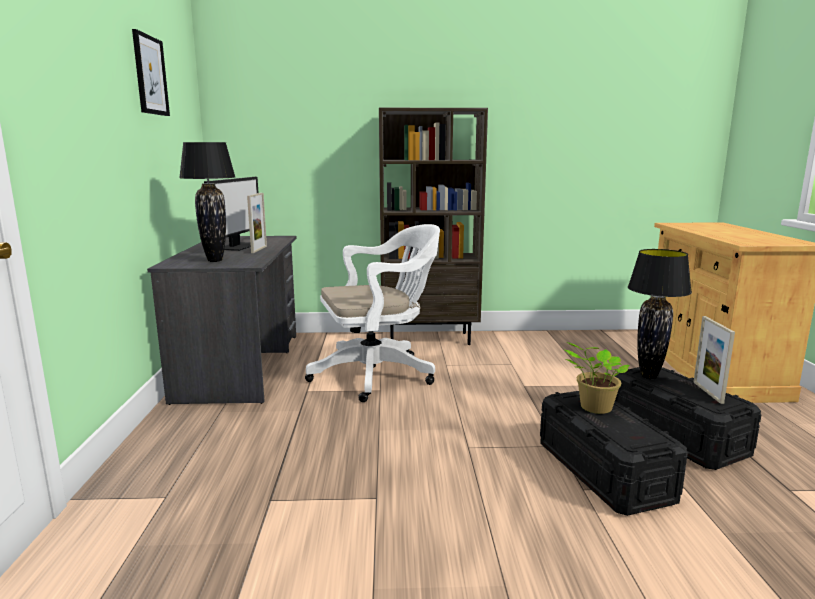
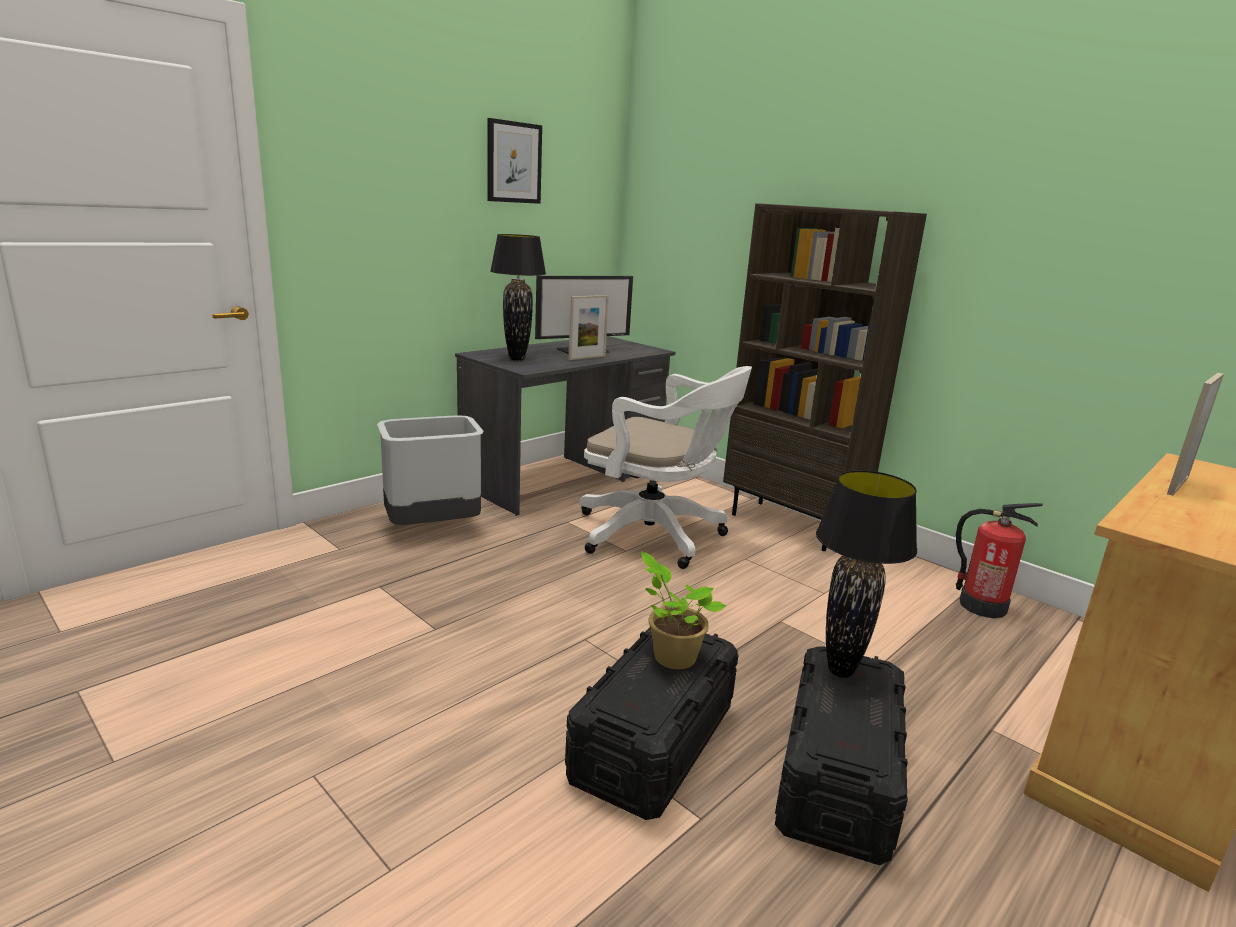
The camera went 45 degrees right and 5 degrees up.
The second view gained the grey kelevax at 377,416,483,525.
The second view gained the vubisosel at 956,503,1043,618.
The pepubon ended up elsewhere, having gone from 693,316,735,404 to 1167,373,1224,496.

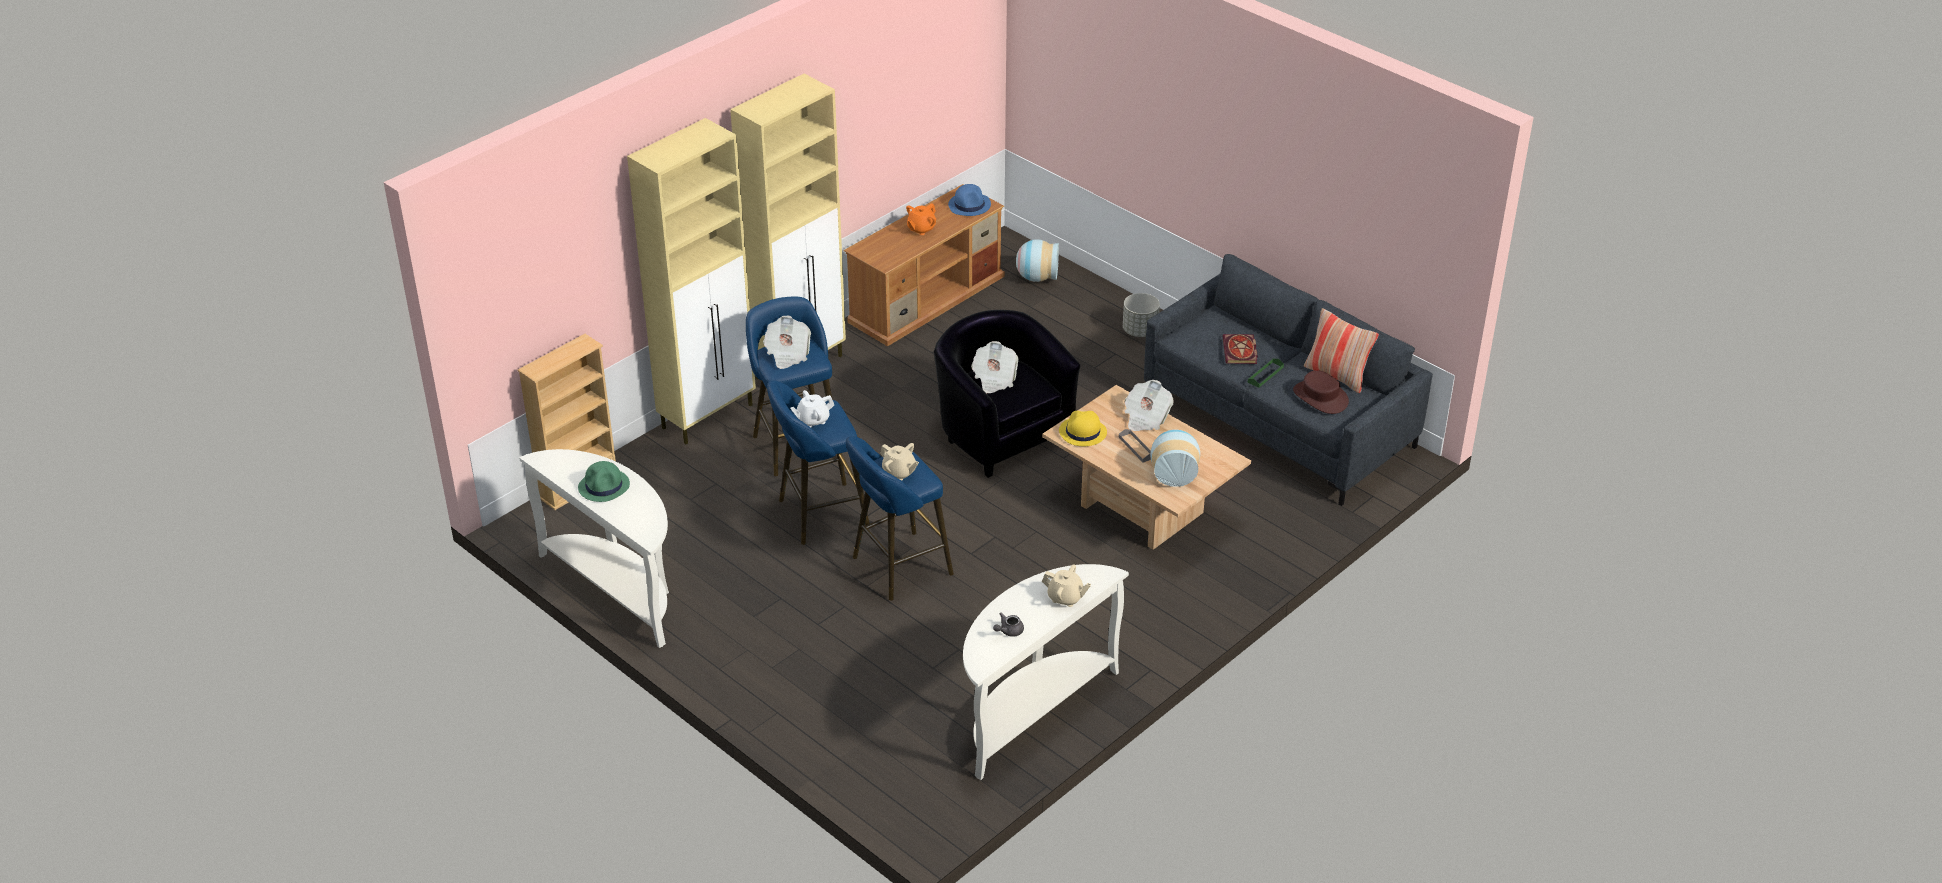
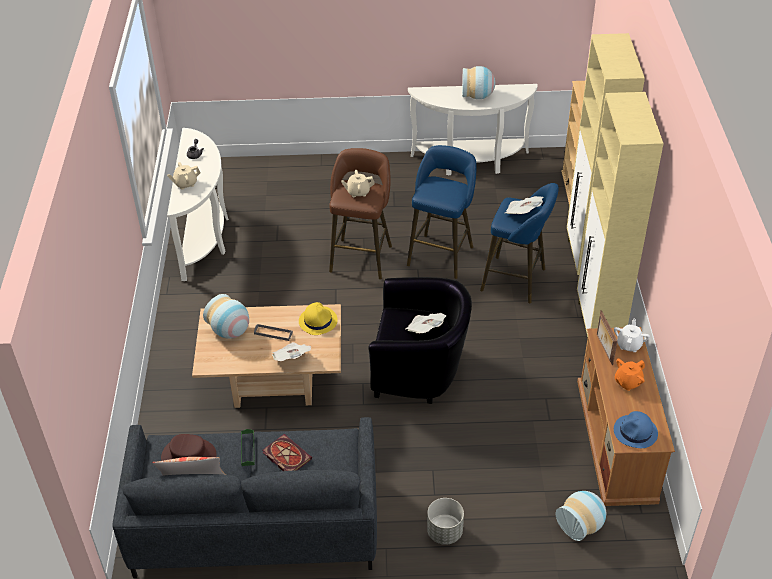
The camera went 135 degrees right and 5 degrees up.
What was the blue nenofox at 846,436,954,600 turned into the brown nenofox at 329,148,392,279.
Where the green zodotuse stood at 578,461,630,502, the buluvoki came to stand at 462,66,495,99.
The second view gained the pepubon at 597,310,618,365.
The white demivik ended up elsewhere, having gone from 790,390,834,427 to 614,318,650,352.
The orange demivik at 906,203,936,235 ended up facing another way, 120 degrees counterclockwise from before.

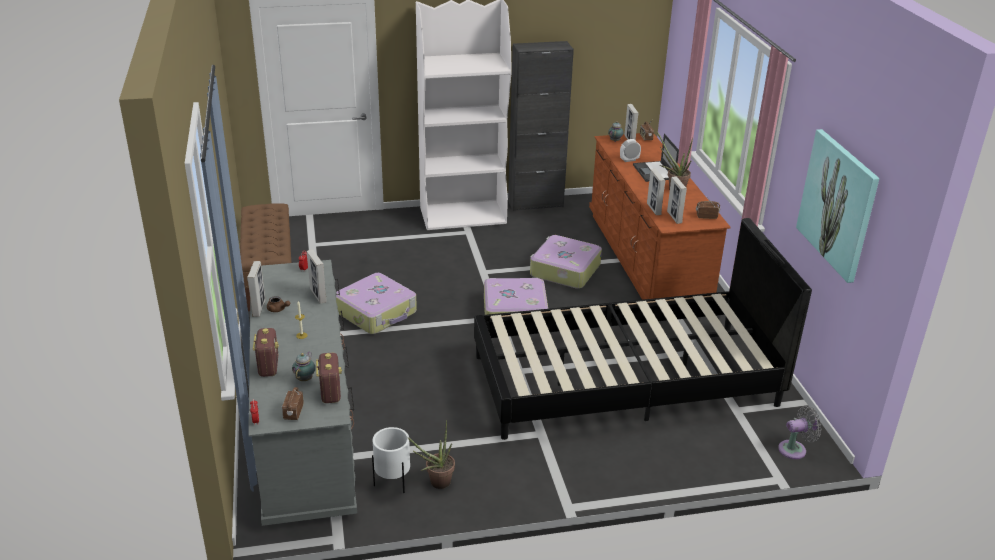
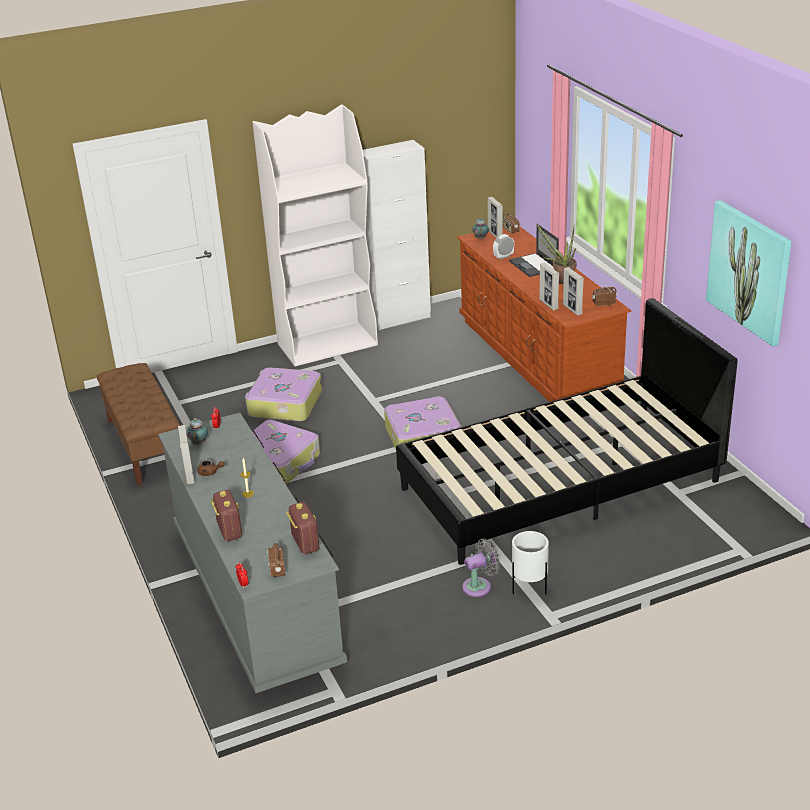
The camera went 10 degrees left and 0 degrees up.
The demivik ended up elsewhere, having gone from 292,352,315,381 to 187,417,208,445.
The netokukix ended up elsewhere, having gone from 530,235,602,289 to 245,367,322,422.
What was the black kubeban at 508,41,574,211 turned into the white kubeban at 363,140,431,331.
The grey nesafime ended up elsewhere, having gone from 778,406,822,459 to 462,539,500,597.
The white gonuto ended up elsewhere, having gone from 372,427,410,493 to 512,531,549,595.
The second view lost the pepubon at 307,249,327,304.
The second view lost the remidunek at 408,419,455,489.

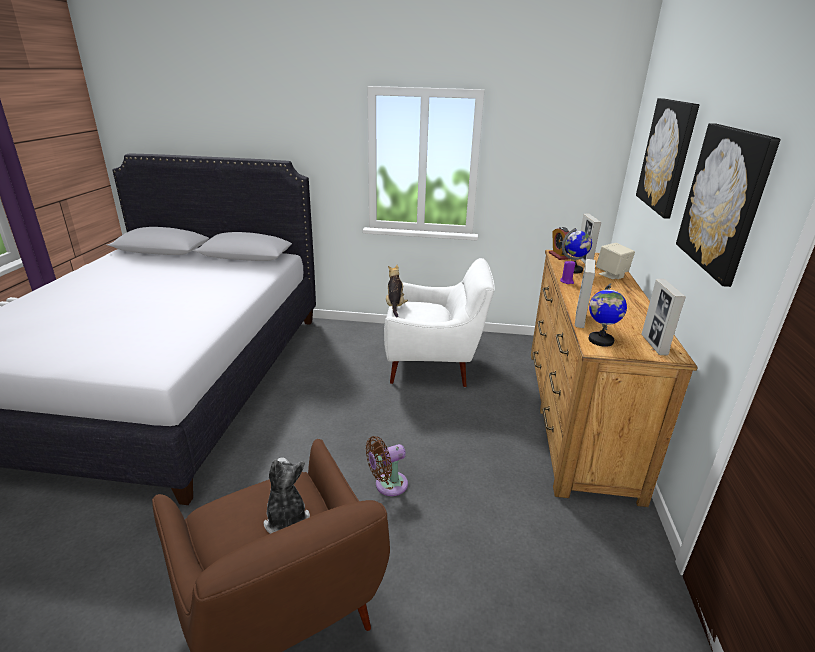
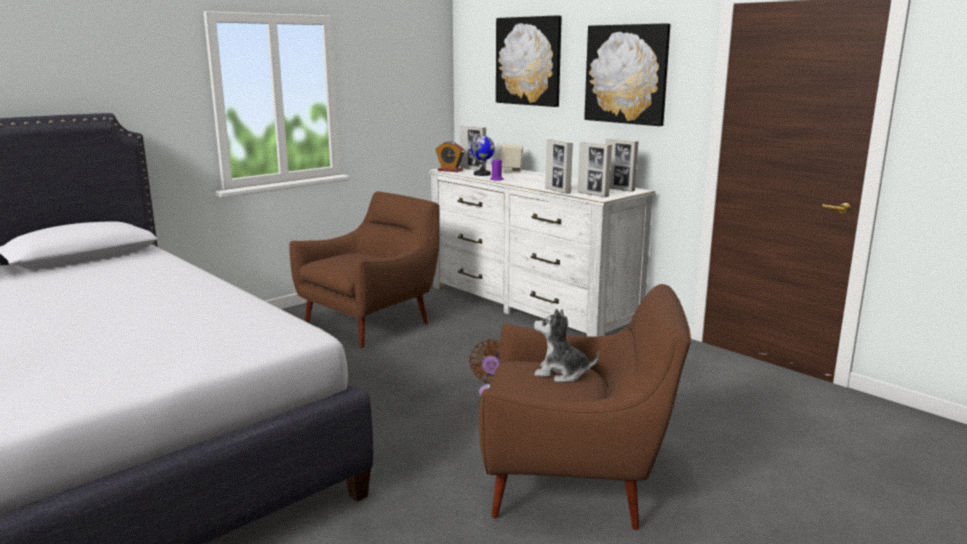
The camera went 50 degrees left and 10 degrees down.
What was the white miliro at 384,258,495,387 turned into the brown miliro at 289,192,440,348.
What was the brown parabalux at 531,250,698,507 turned into the white parabalux at 429,164,655,336.
Where the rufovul stood at 588,284,627,347, the pepubon came to stand at 578,142,612,197.
The second view lost the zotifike at 386,265,408,318.

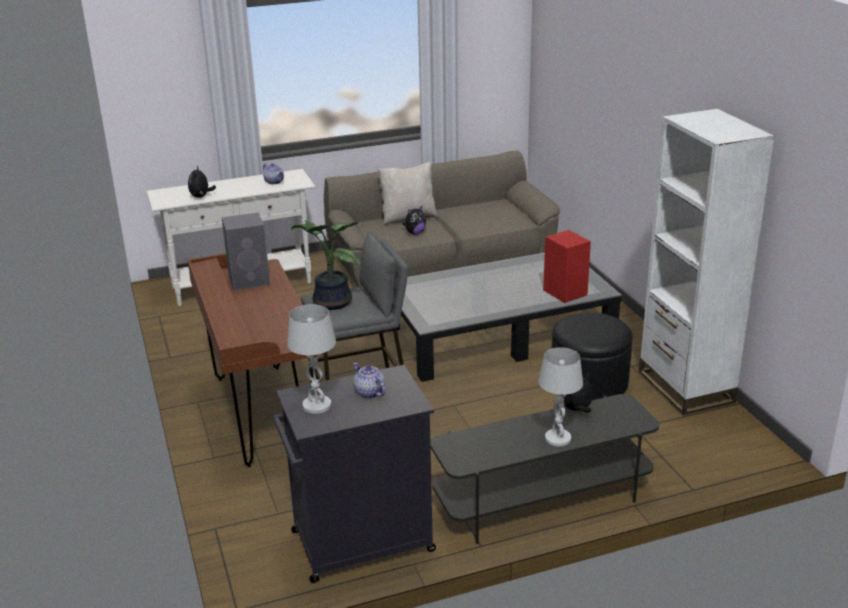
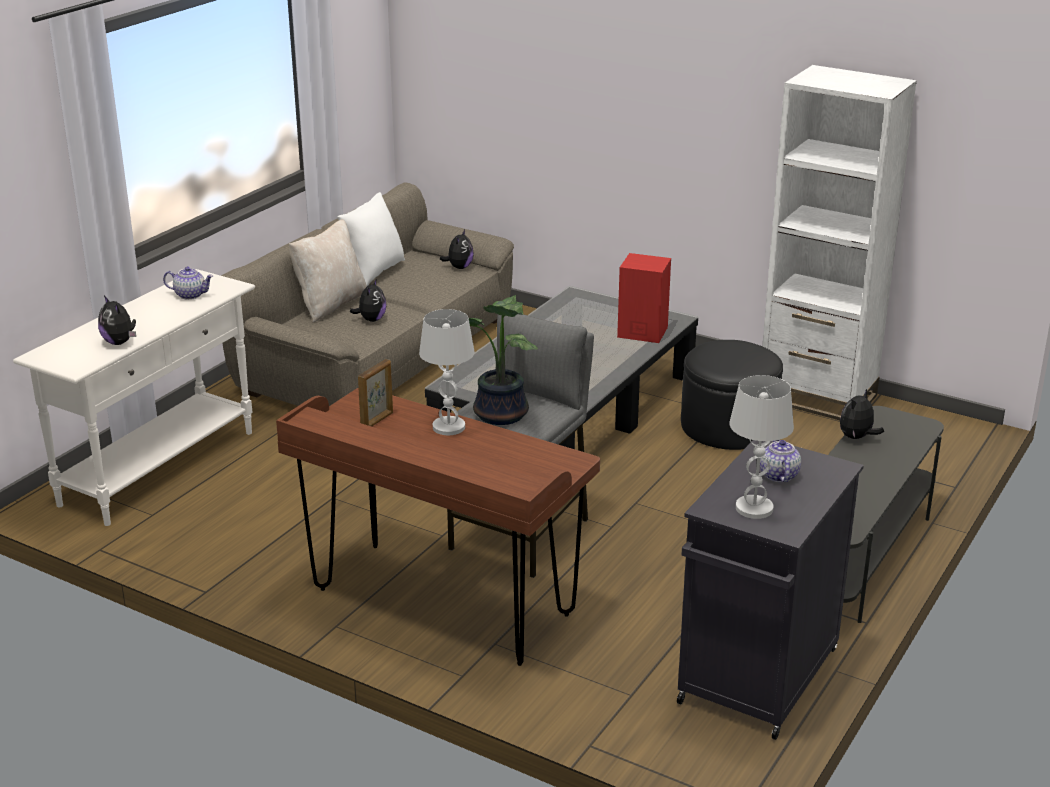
The camera went 40 degrees left and 0 degrees up.
The second view gained the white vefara at 337,192,405,286.
Where the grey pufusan stood at 222,212,270,290, the pepubon came to stand at 358,359,393,427.
The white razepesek ended up elsewhere, having gone from 538,347,583,446 to 419,309,475,435.
The second view gained the zotifike at 440,230,474,269.
The demivik at 353,363,386,399 ended up facing another way, 75 degrees clockwise from before.

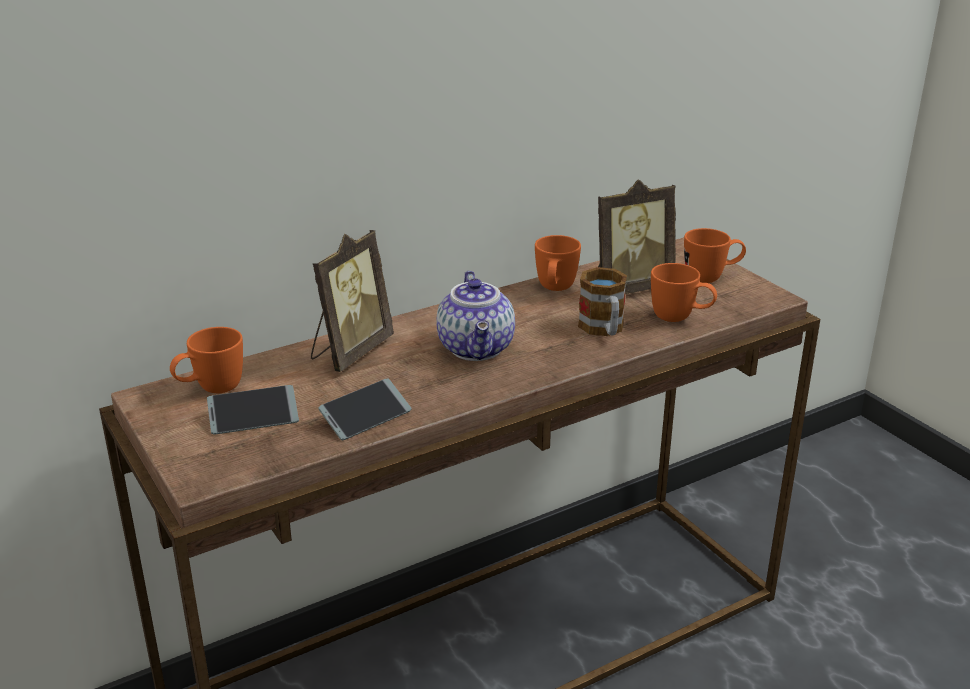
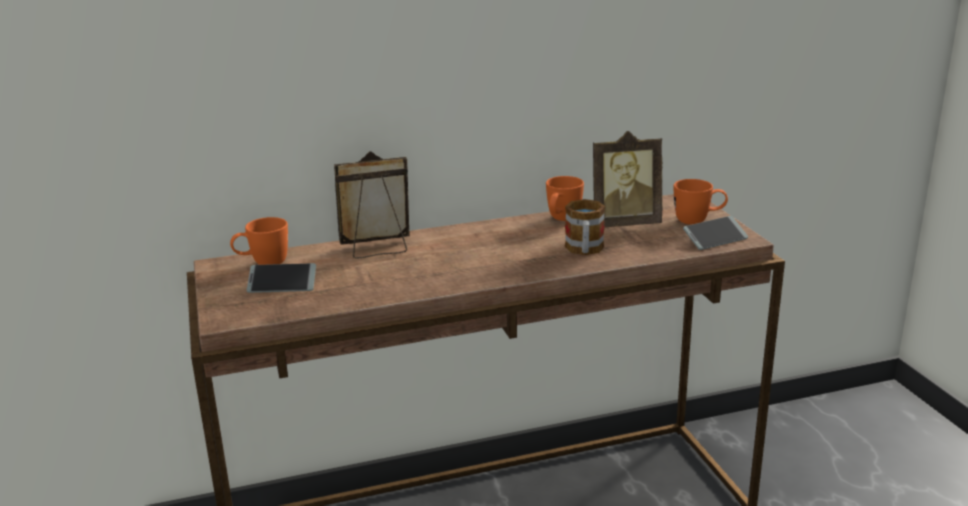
The camera went 15 degrees right and 5 degrees down.
The pepubon at 311,230,394,372 ended up facing another way, 150 degrees counterclockwise from before.
The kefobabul ended up elsewhere, having gone from 318,379,412,440 to 683,216,748,250.
The second view lost the demivik at 436,271,515,361.
The second view lost the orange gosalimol at 651,263,717,322.

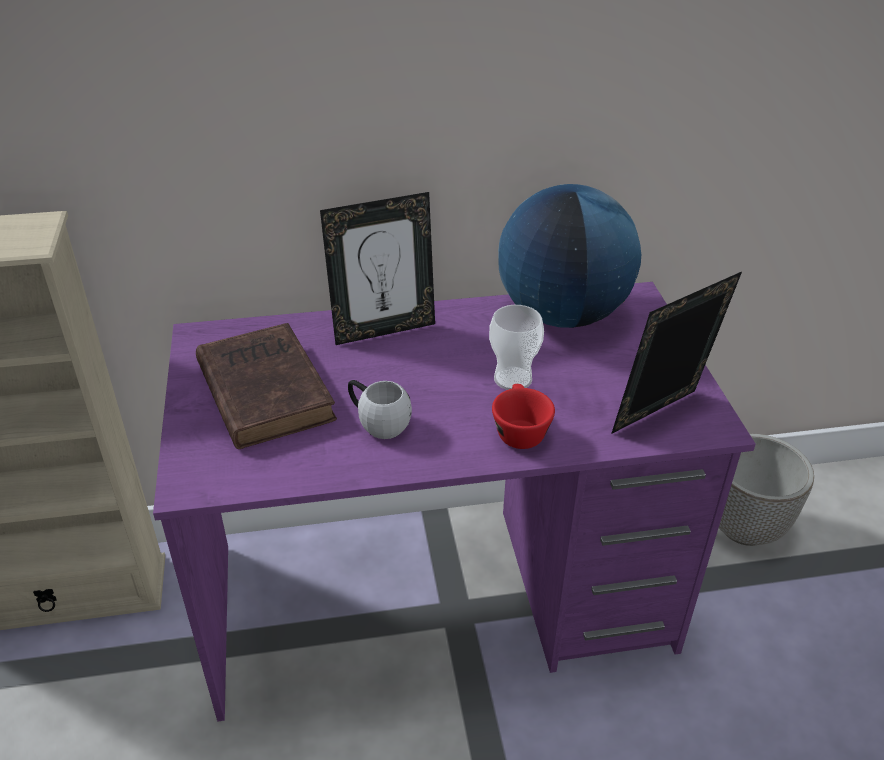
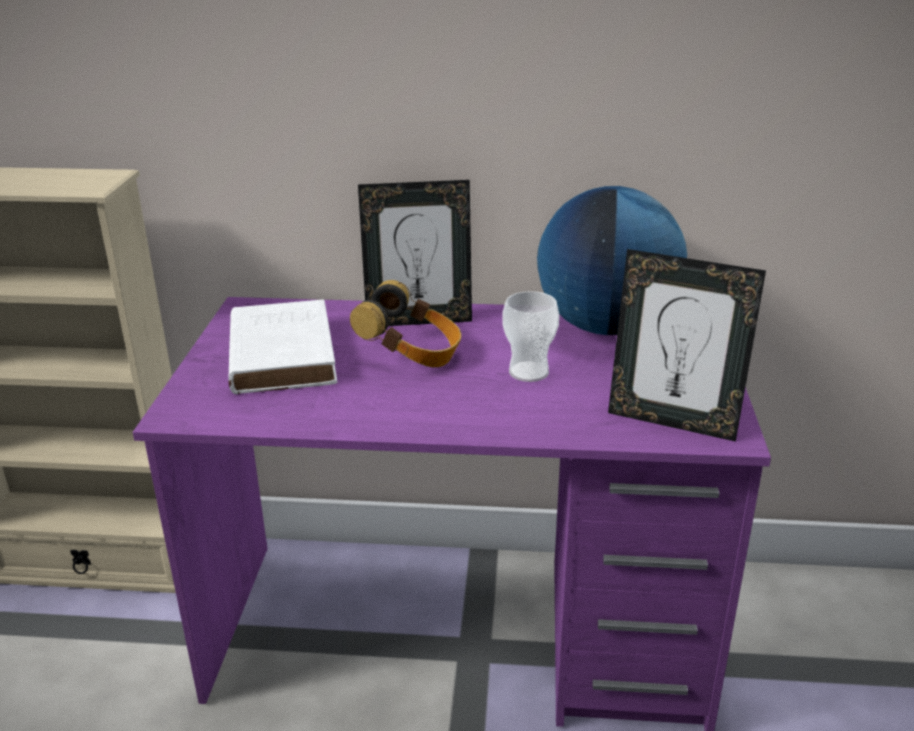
The camera went 15 degrees right and 10 degrees down.
What was the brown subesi at 196,323,337,449 turned into the white subesi at 228,300,337,394.
The second view gained the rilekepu at 350,280,461,367.
The pepubon at 611,272,742,434 ended up facing another way, 135 degrees counterclockwise from before.
The second view lost the white gosalimol at 348,380,412,439.
The second view lost the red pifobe at 492,384,555,449.
The second view lost the gonuto at 719,434,814,546.

